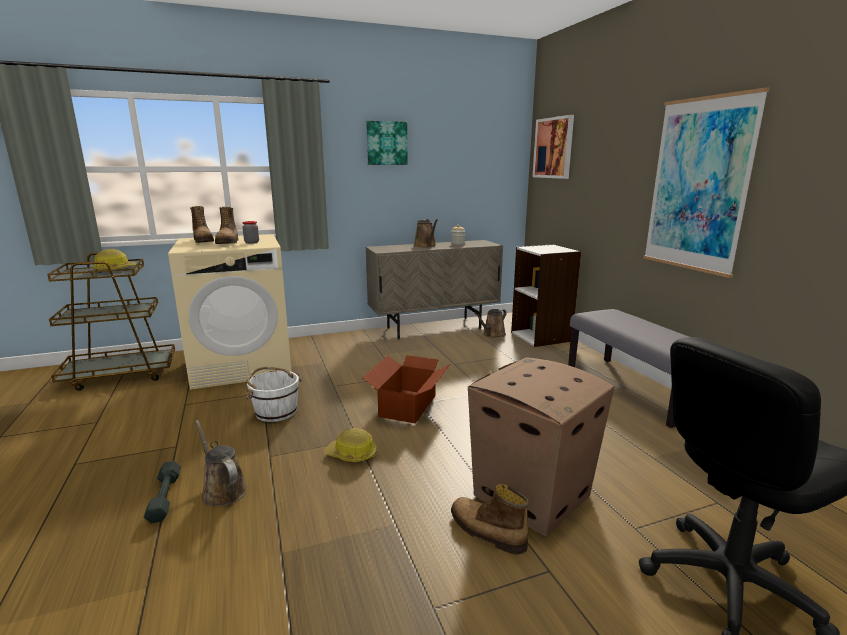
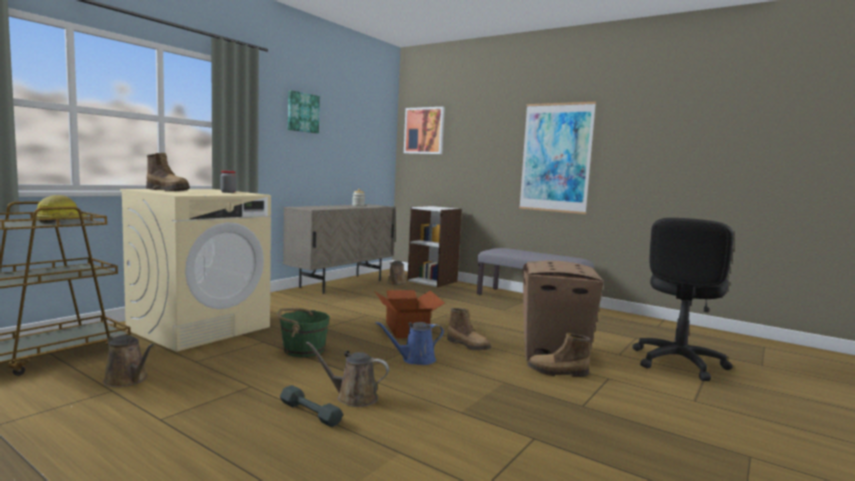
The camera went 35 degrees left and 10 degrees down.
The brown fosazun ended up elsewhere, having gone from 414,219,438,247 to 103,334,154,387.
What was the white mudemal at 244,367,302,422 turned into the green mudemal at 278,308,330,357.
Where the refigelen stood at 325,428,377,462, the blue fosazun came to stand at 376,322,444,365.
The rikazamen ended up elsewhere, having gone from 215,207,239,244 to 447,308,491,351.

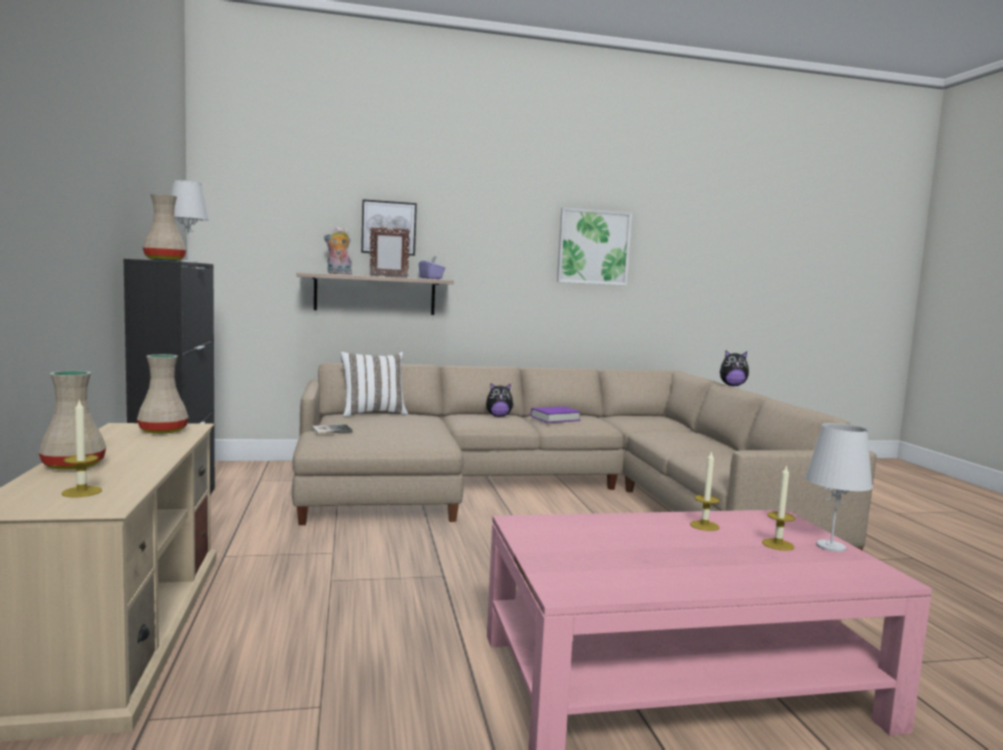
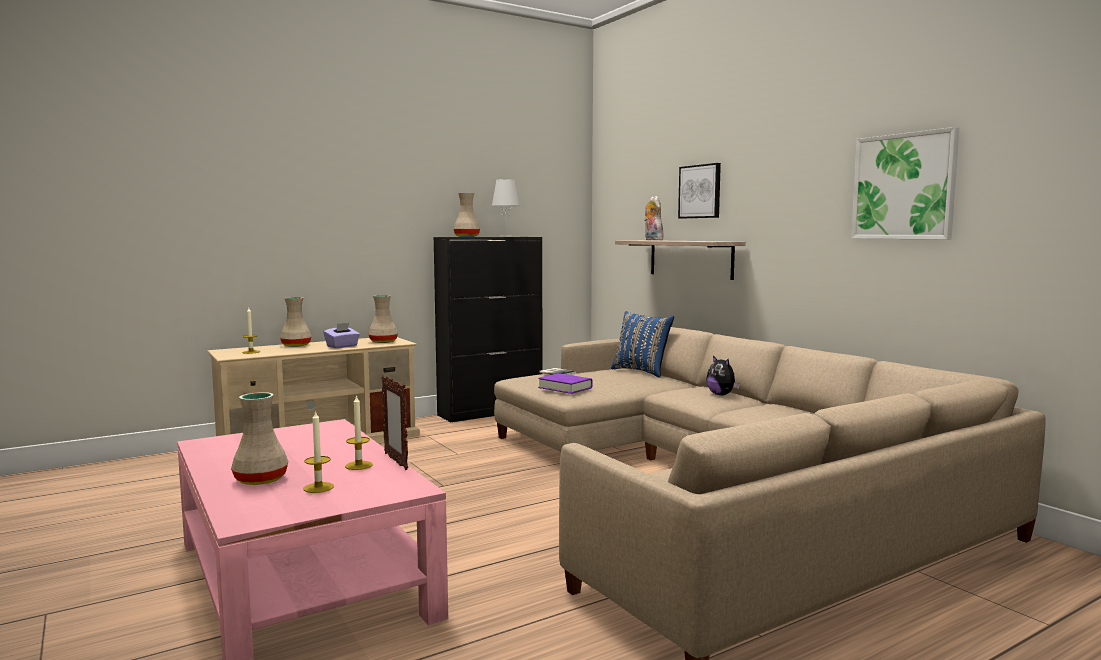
The camera went 70 degrees right and 0 degrees up.
The second view gained the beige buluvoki at 231,392,288,485.
The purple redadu ended up elsewhere, having gone from 419,256,445,279 to 323,323,360,348.
The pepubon ended up elsewhere, having gone from 370,227,410,277 to 381,375,408,470.
The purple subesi ended up elsewhere, having gone from 531,406,581,423 to 538,373,593,394.
What was the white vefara at 340,352,408,417 turned into the blue vefara at 611,311,674,378.
The second view lost the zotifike at 720,350,749,386.
The second view lost the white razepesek at 805,423,873,552.

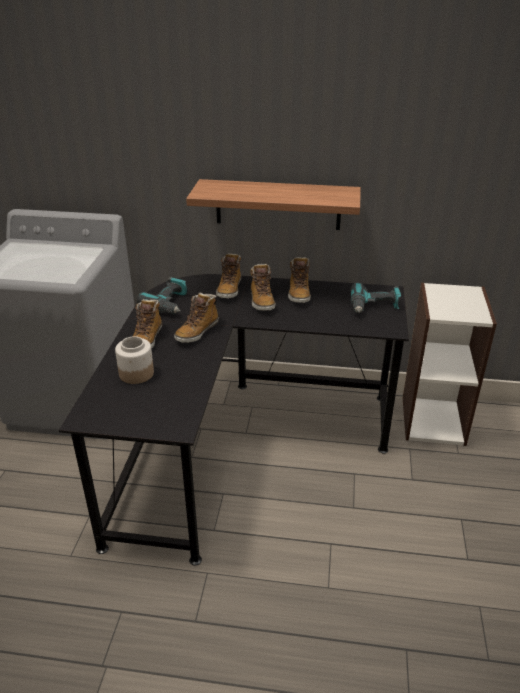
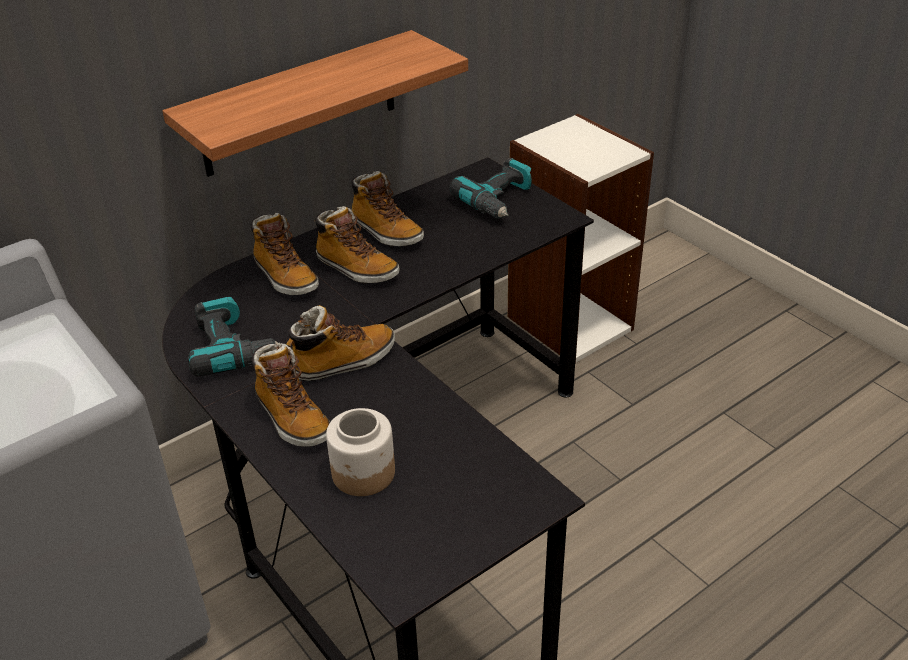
The camera went 45 degrees left and 5 degrees up.
The rikazamen at 174,292,219,343 ended up facing another way, 105 degrees counterclockwise from before.

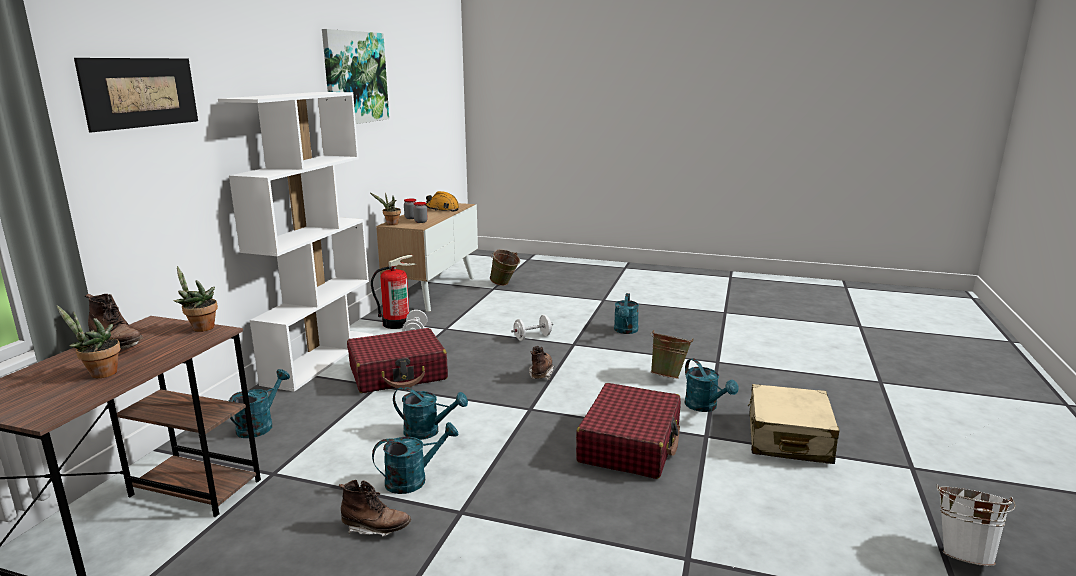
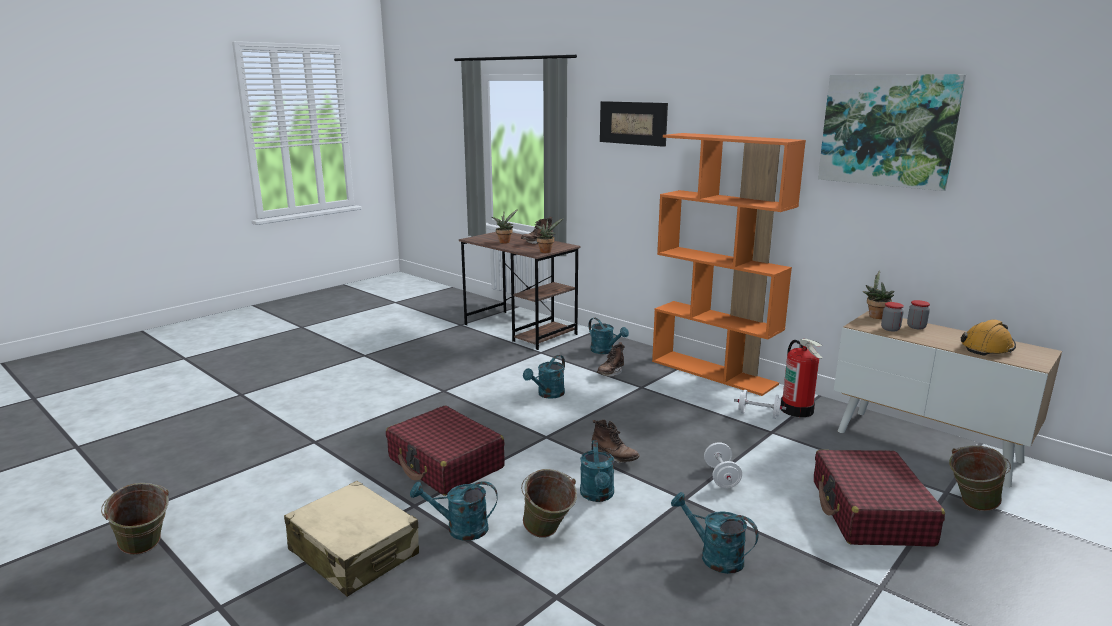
The camera went 115 degrees right and 0 degrees up.
What was the white mudemal at 936,484,1016,566 turned into the green mudemal at 101,483,169,555.
The turquoise fosazun ended up elsewhere, having gone from 372,422,458,494 to 580,440,614,502.
The brown rikazamen ended up elsewhere, having gone from 339,480,411,537 to 597,342,625,377.
What was the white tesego at 218,92,373,392 turned into the orange tesego at 652,133,806,396.
The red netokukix ended up elsewhere, having gone from 347,328,448,393 to 814,450,945,546.

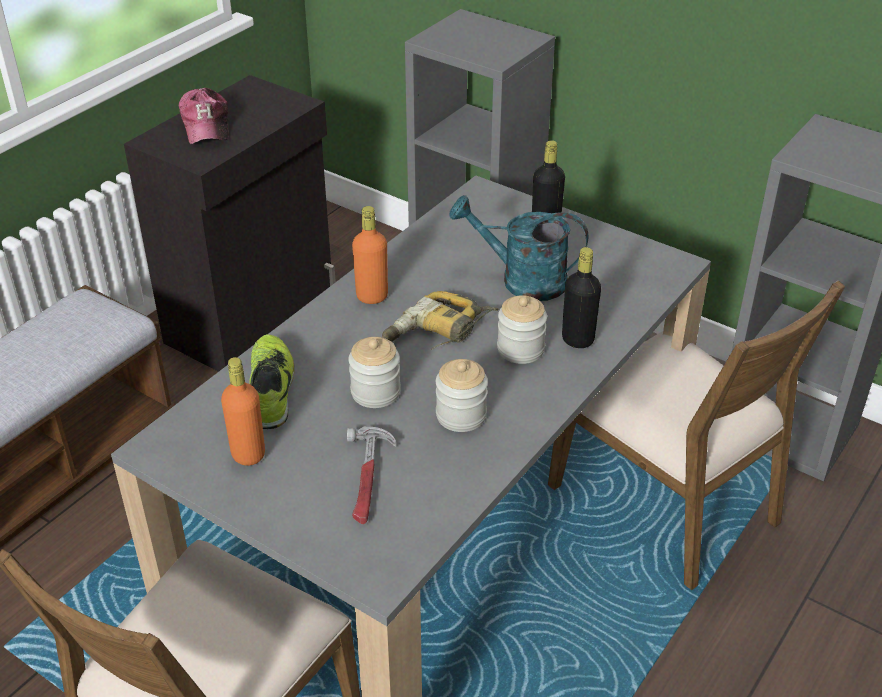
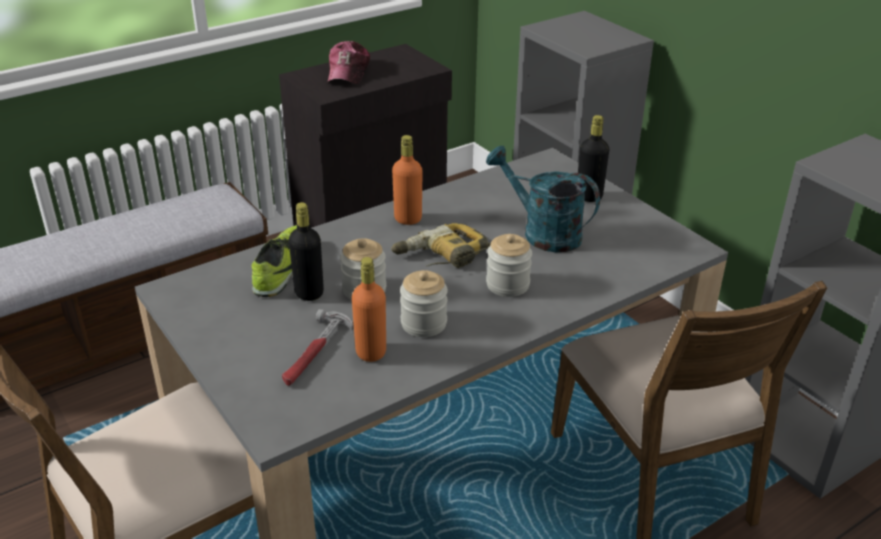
The camera went 20 degrees right and 5 degrees down.
The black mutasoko ended up elsewhere, having gone from 562,247,601,348 to 289,202,324,301.
The orange mutasoko ended up elsewhere, having gone from 221,357,265,466 to 352,257,386,362.

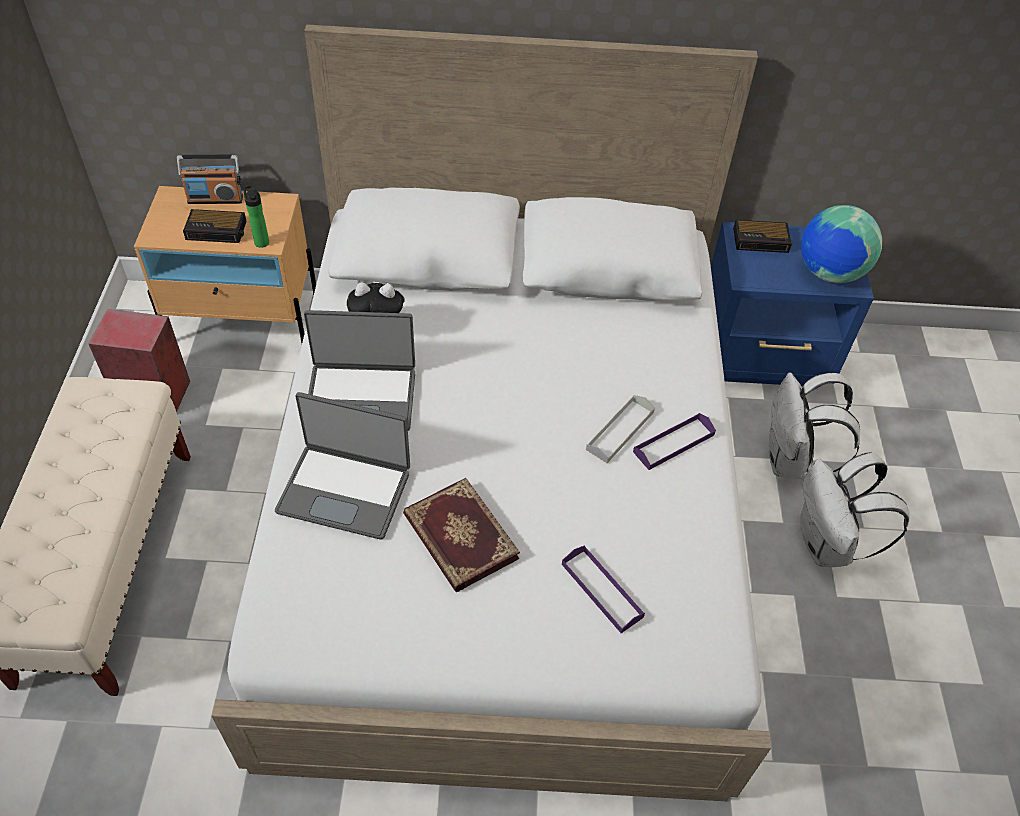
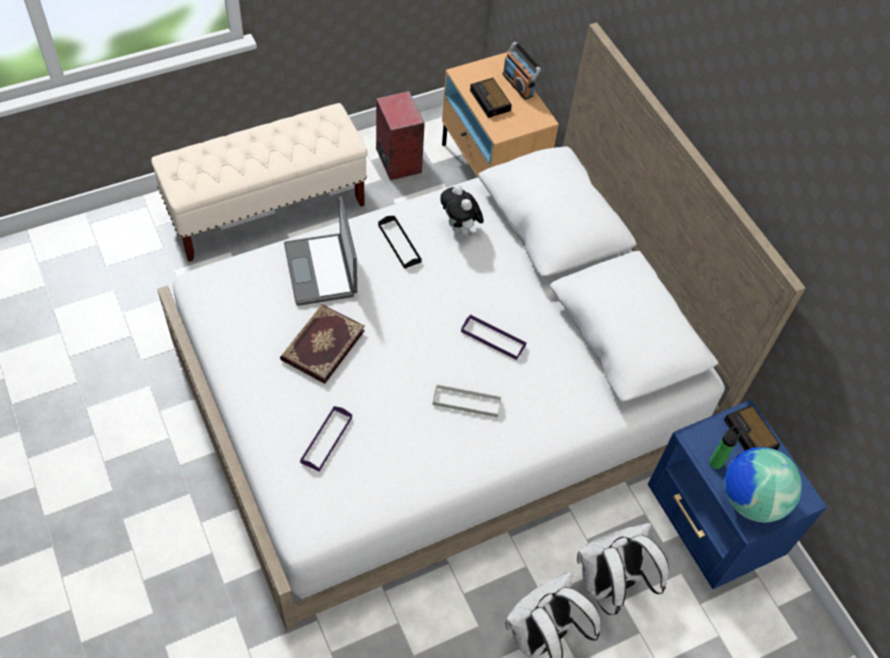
The camera went 60 degrees right and 5 degrees up.
Where the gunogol stood at 304,310,415,431, the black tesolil came to stand at 378,216,422,269.
The purple tesolil ended up elsewhere, having gone from 633,413,716,470 to 461,315,527,360.
The mutasoko ended up elsewhere, having gone from 243,185,269,248 to 709,425,742,469.

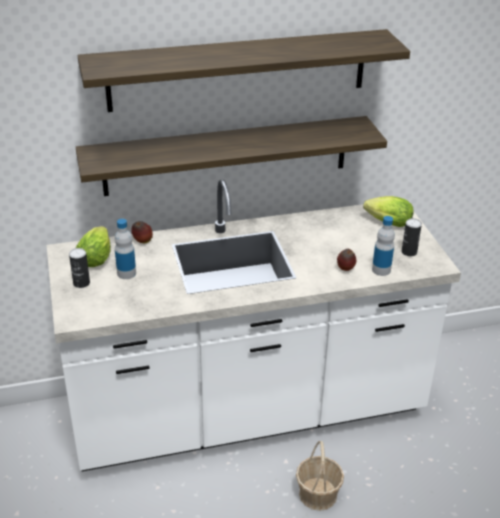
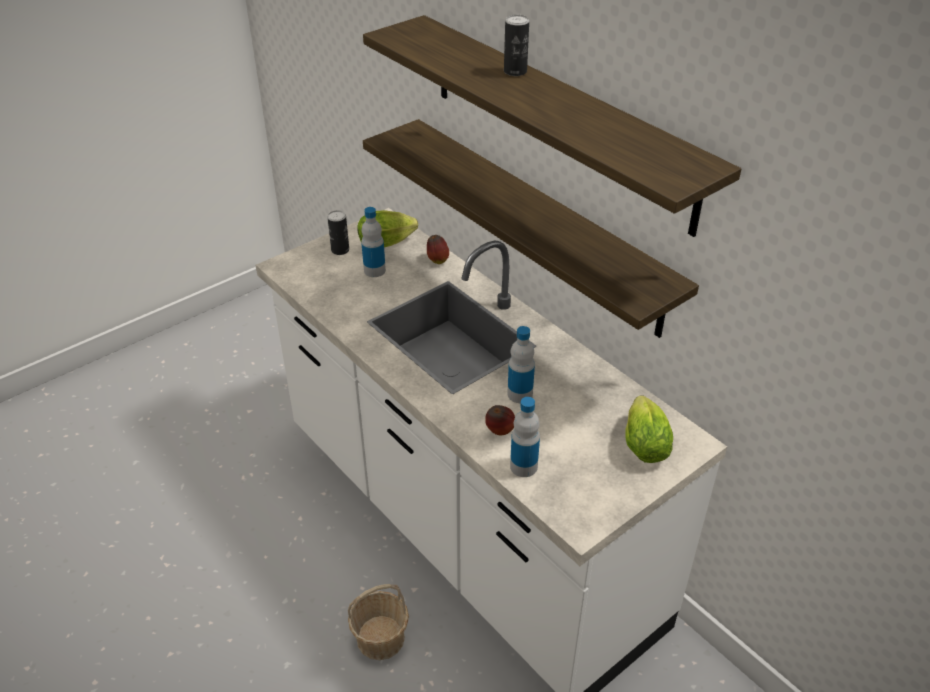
The camera went 65 degrees right and 5 degrees up.
The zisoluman ended up elsewhere, having gone from 402,218,422,256 to 504,15,529,76.
The second view gained the mutasoko at 507,326,535,403.

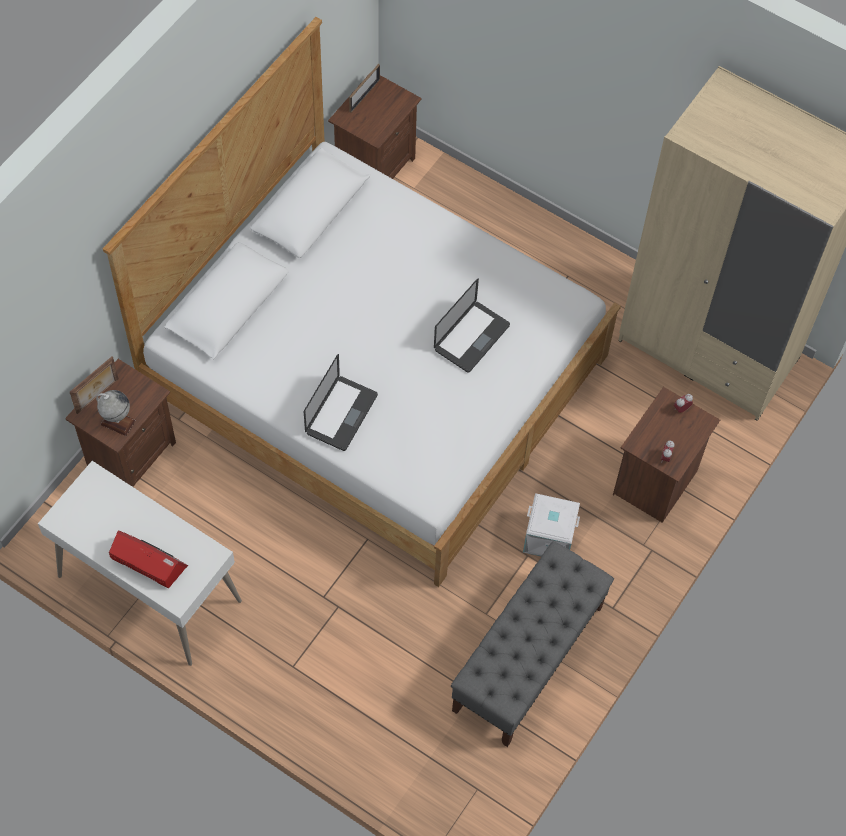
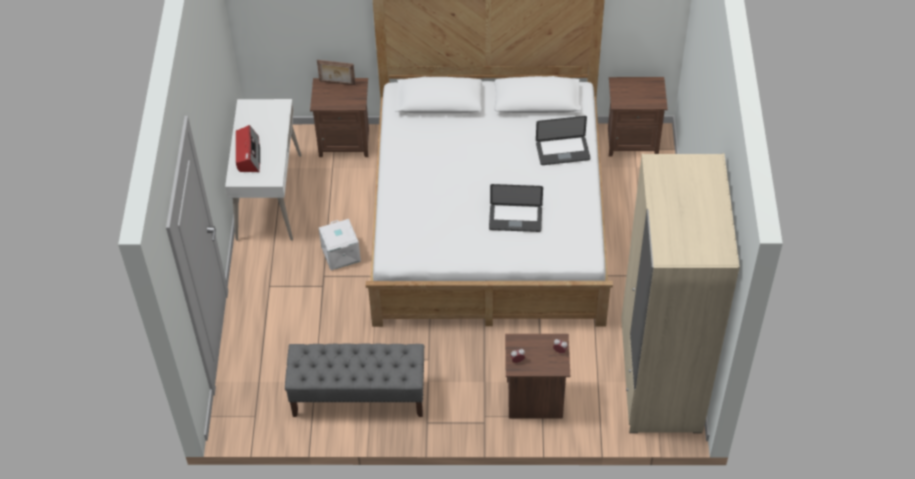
The camera went 60 degrees right and 10 degrees down.
The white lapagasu ended up elsewhere, having gone from 523,493,580,556 to 319,219,361,270.
The gunogol ended up elsewhere, having gone from 304,354,378,451 to 536,116,590,165.
The second view lost the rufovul at 96,390,136,436.
The second view lost the pepubon at 349,64,380,113.

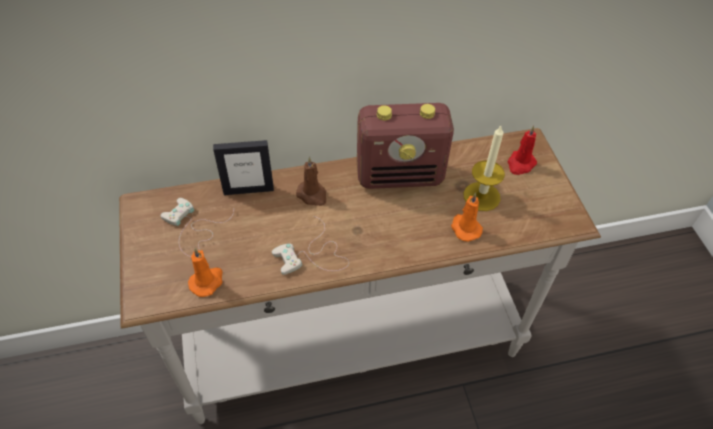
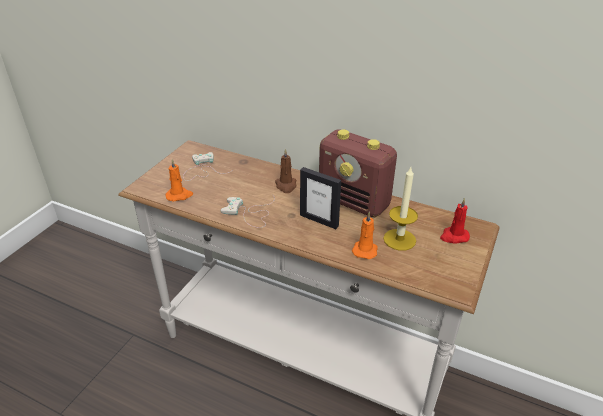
The camera went 40 degrees right and 15 degrees down.
The pepubon ended up elsewhere, having gone from 213,140,274,195 to 300,167,341,229.

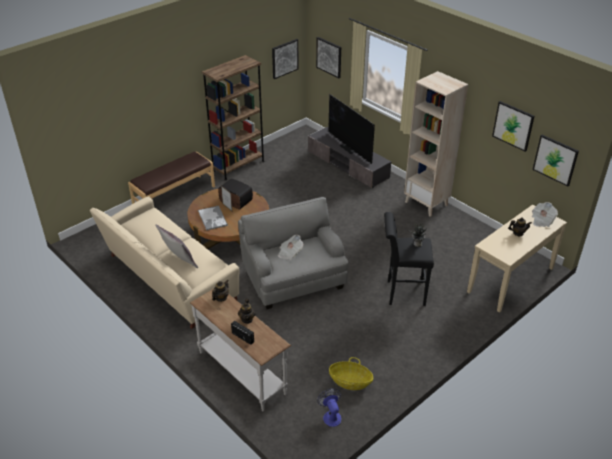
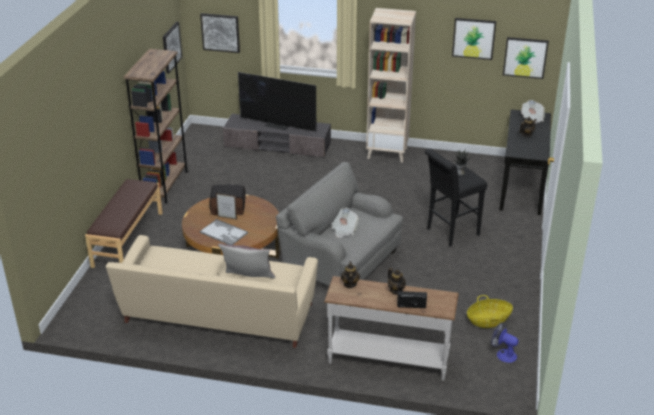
The camera went 35 degrees left and 5 degrees down.
What was the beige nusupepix at 467,205,567,313 turned into the black nusupepix at 499,109,551,215.

